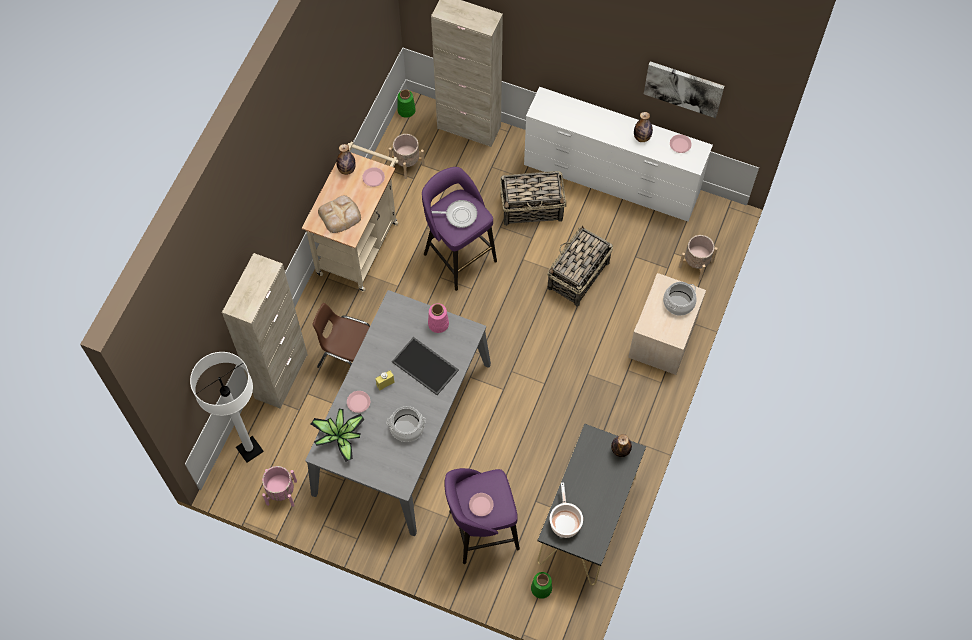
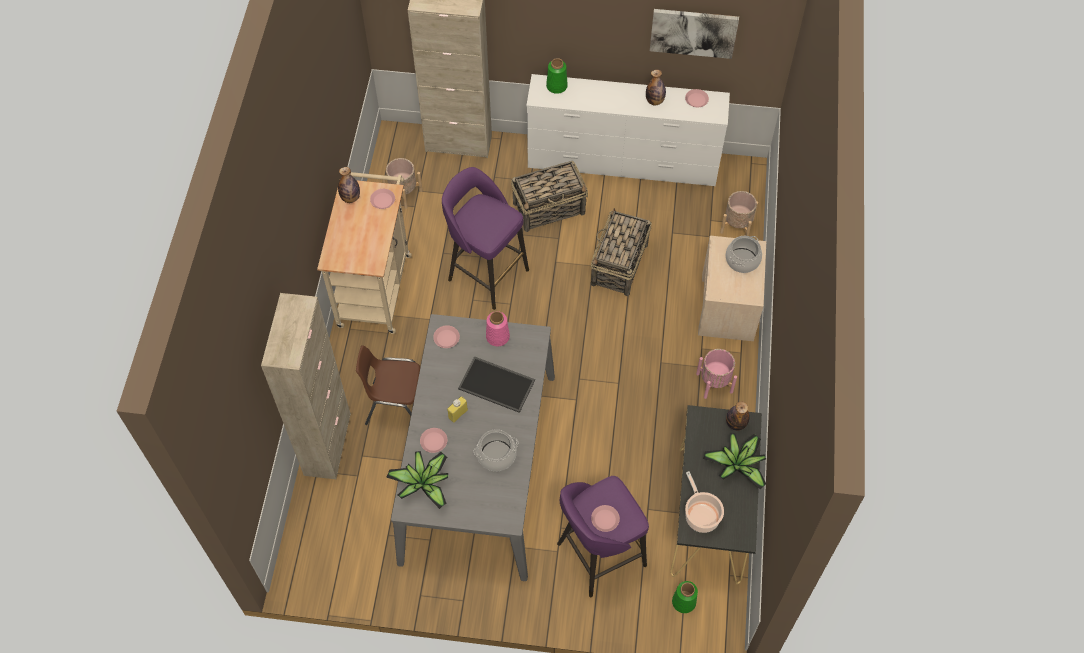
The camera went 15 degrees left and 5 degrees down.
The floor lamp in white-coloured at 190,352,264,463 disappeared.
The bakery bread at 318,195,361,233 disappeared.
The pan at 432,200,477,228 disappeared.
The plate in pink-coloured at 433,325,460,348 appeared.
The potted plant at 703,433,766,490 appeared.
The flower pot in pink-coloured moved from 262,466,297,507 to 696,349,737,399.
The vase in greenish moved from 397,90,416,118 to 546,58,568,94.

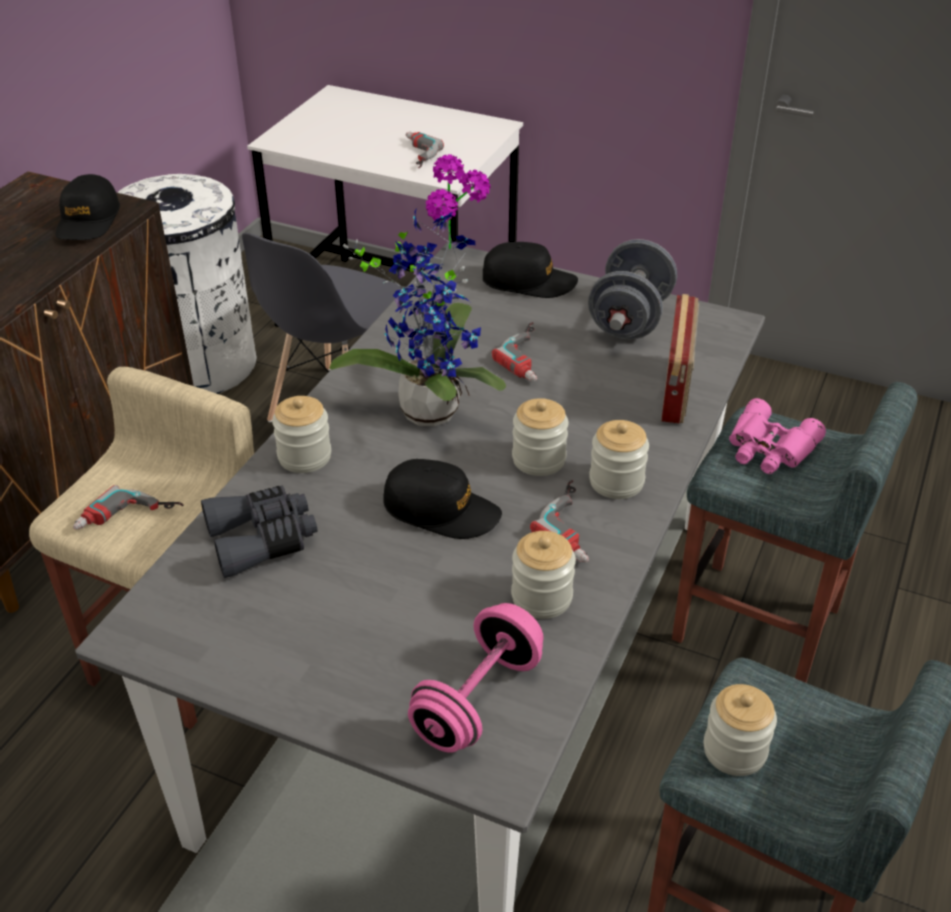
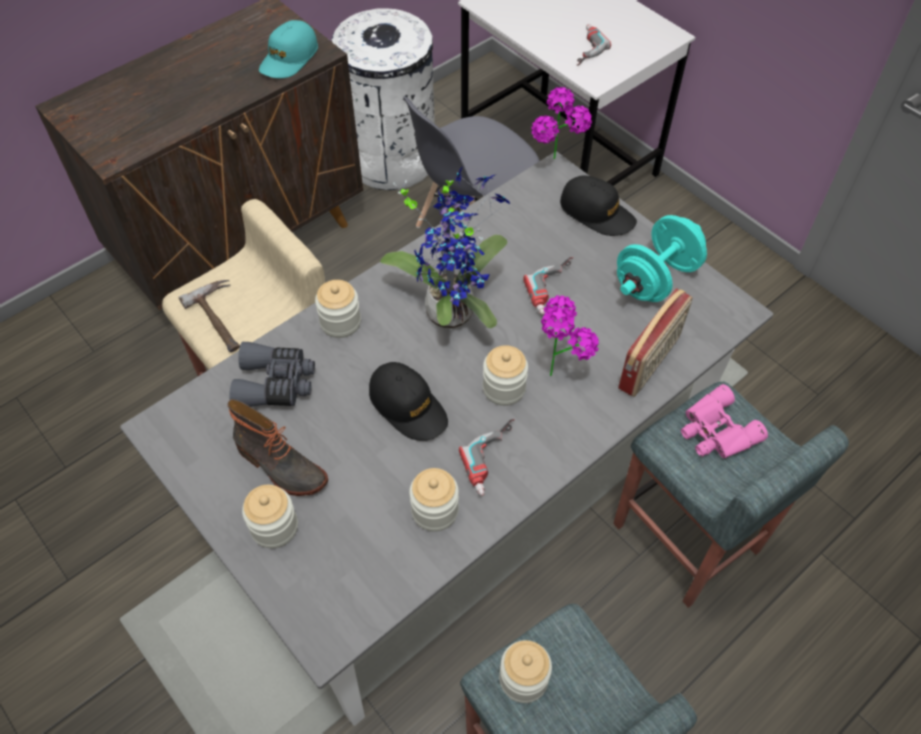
The camera went 25 degrees right and 15 degrees up.
The dumbbell in pink-coloured at 408,603,544,753 disappeared.
The high-top boot at 227,399,328,496 appeared.
The potted plant at 541,295,599,376 appeared.
The jar moved from 589,420,649,499 to 242,485,298,548.
The drill at 73,485,184,530 was replaced by the hand hammer at 179,280,240,352.
The baseball cap in black at 55,174,120,240 became the baseball cap in turquoise-coloured at 259,20,318,78.
The dumbbell in gray at 588,239,677,339 became the dumbbell in turquoise-coloured at 617,215,707,302.

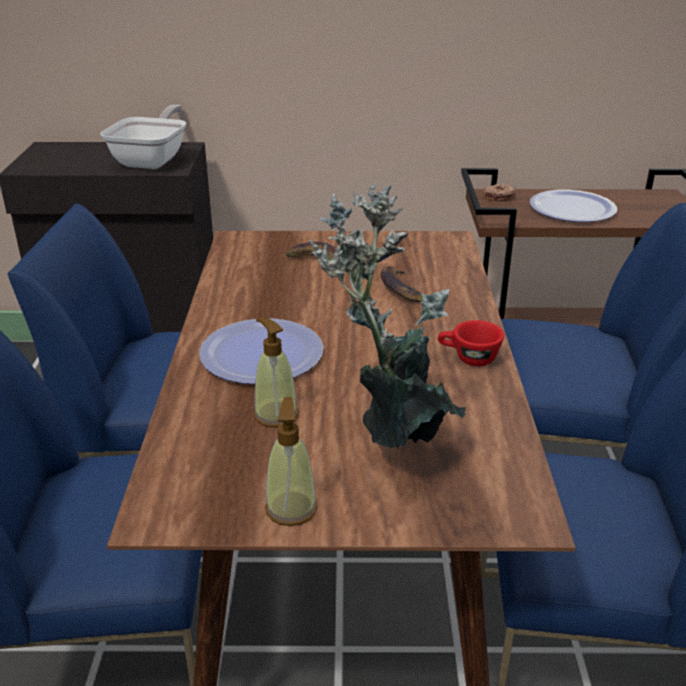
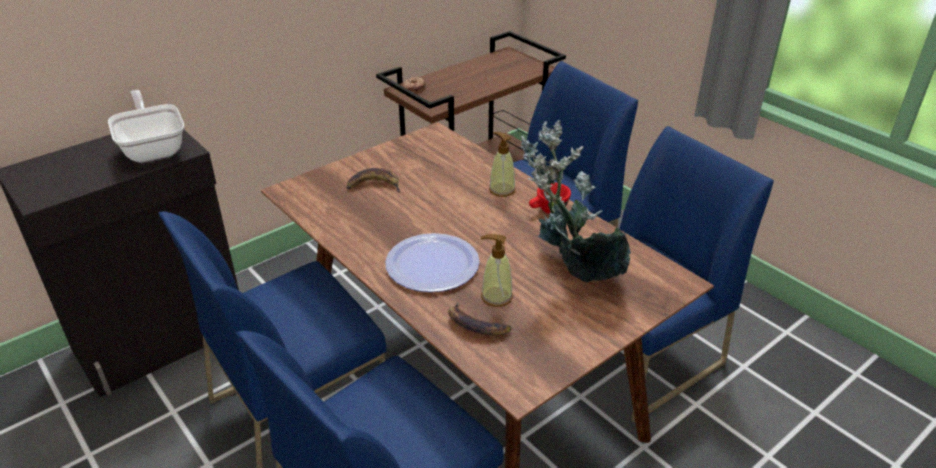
The camera went 40 degrees left and 5 degrees up.
The plate at 530,190,617,222 disappeared.
The soap dispenser moved from 265,397,317,526 to 489,132,516,197.
The banana moved from 380,266,422,302 to 448,302,511,335.

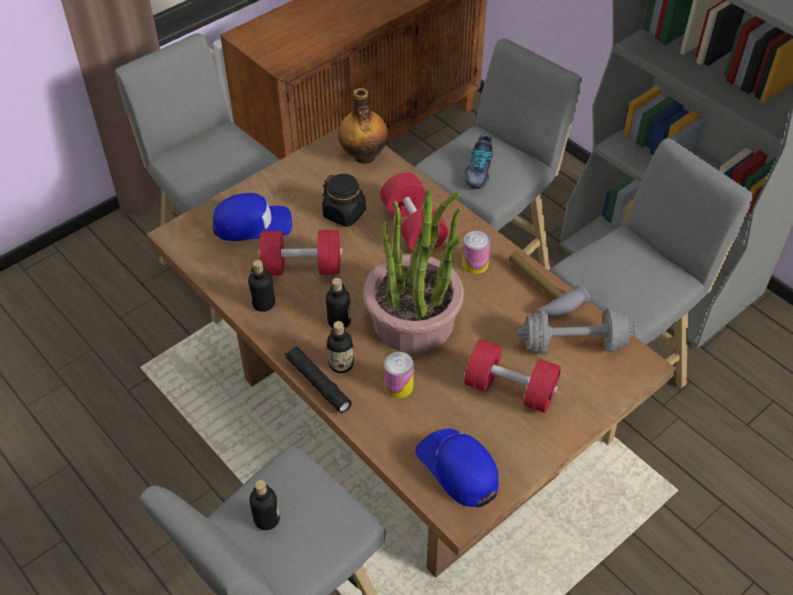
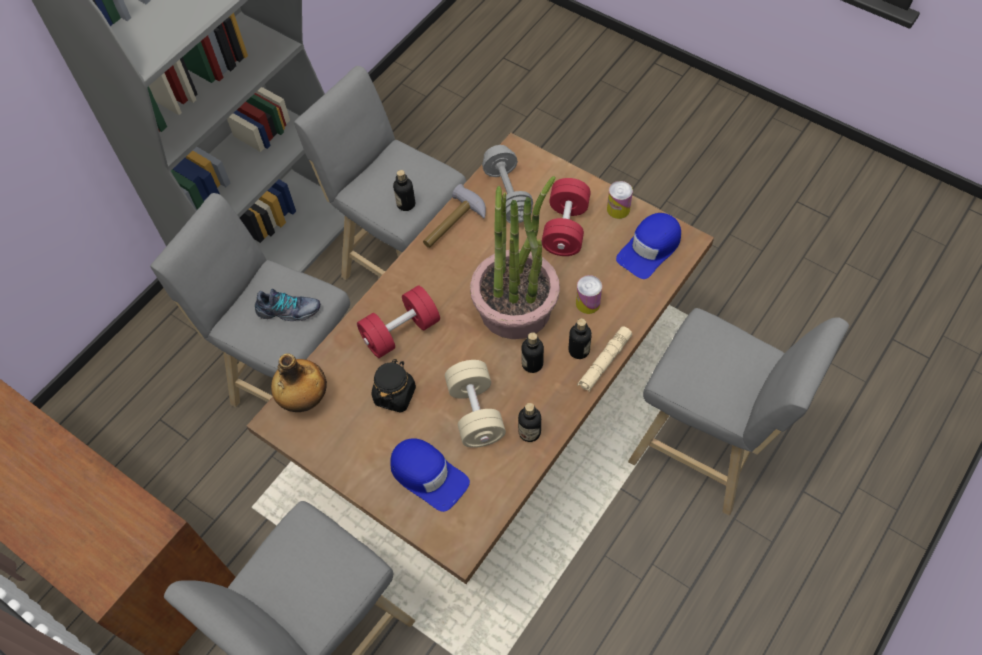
The camera went 100 degrees left and 10 degrees up.
The bottle moved from 249,480,280,530 to 393,170,415,211.
The can moved from 462,231,491,274 to 607,181,633,219.
The dumbbell in red at 258,230,342,275 became the dumbbell in beige at 445,360,506,448.
The flashlight in black at 284,346,352,413 became the flashlight in beige at 577,326,632,393.
The baseball cap in bluish at 213,193,292,241 turned 150 degrees clockwise.

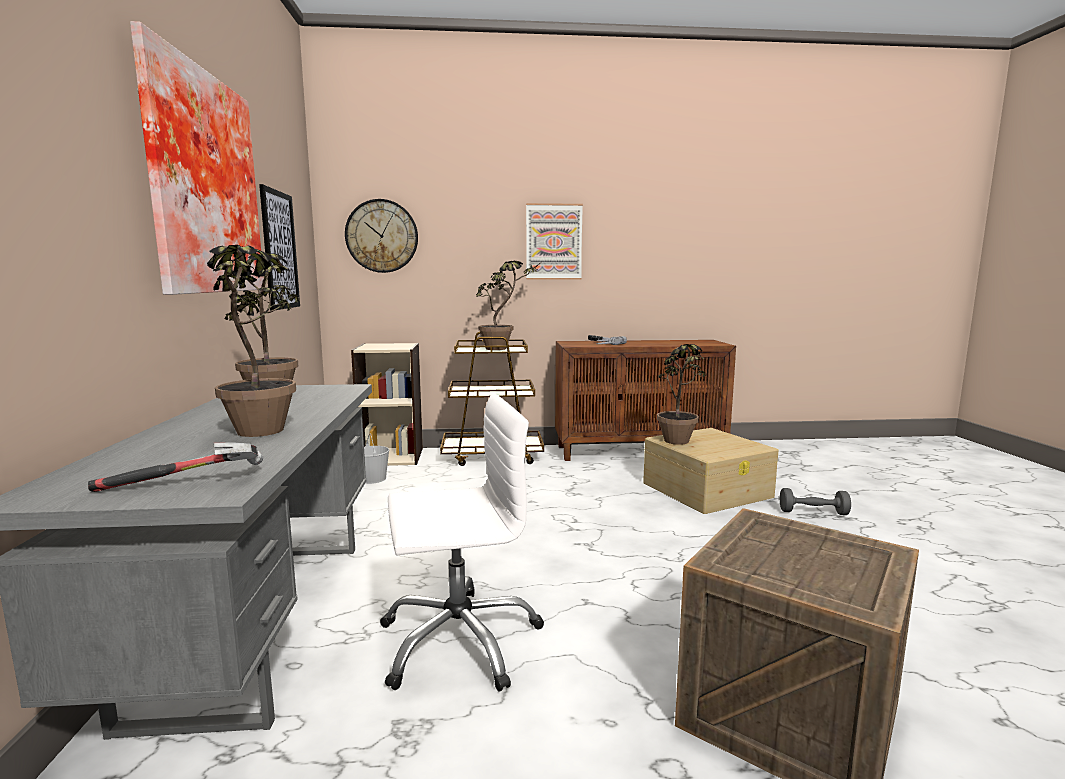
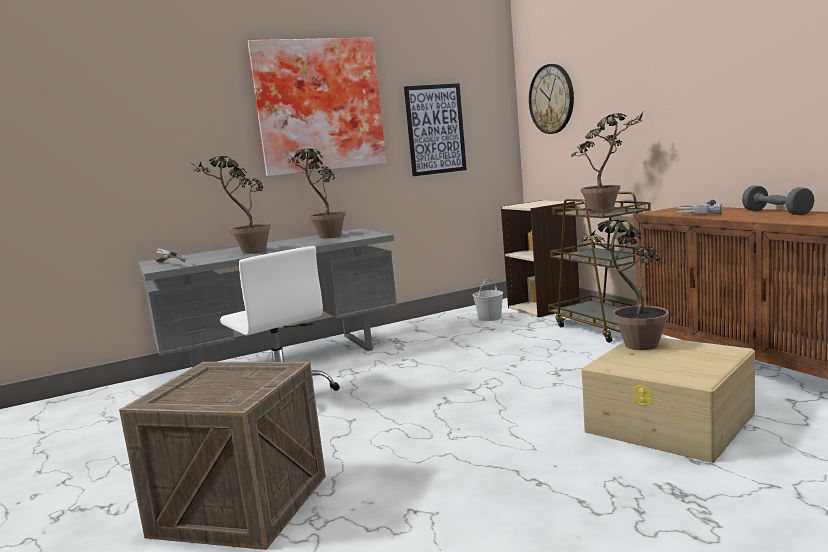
The camera went 70 degrees right and 0 degrees up.
The wall picture at 526,203,583,279 disappeared.
The dumbbell in gray moved from 780,488,851,515 to 742,185,814,215.

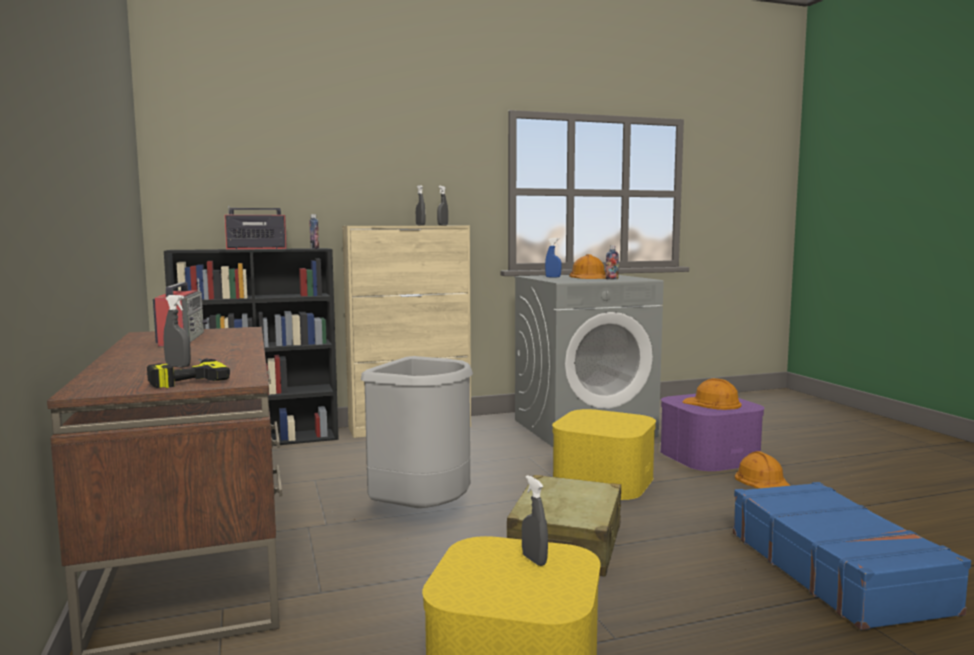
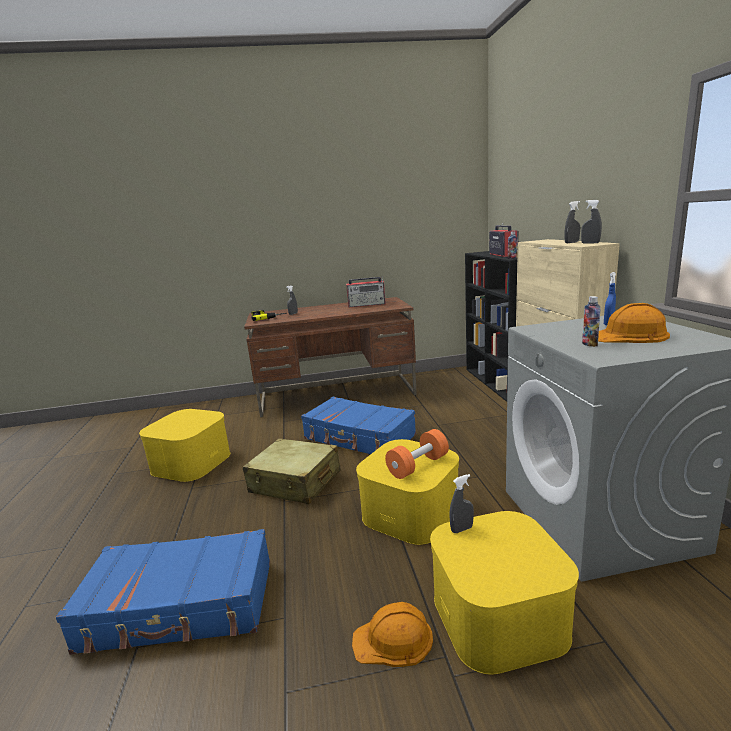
The camera went 100 degrees right and 10 degrees up.
The hard hat in orange-coloured at 683,378,741,410 disappeared.
The dumbbell in orange-coloured at 385,429,449,479 appeared.
The hand sprayer in gray moved from 522,475,548,566 to 449,474,474,533.
The trash can in gray at 361,356,473,508 was replaced by the suitcase in bluish at 301,397,416,454.
The storage box in purple at 660,394,764,471 became the storage box in yellow at 430,511,579,675.

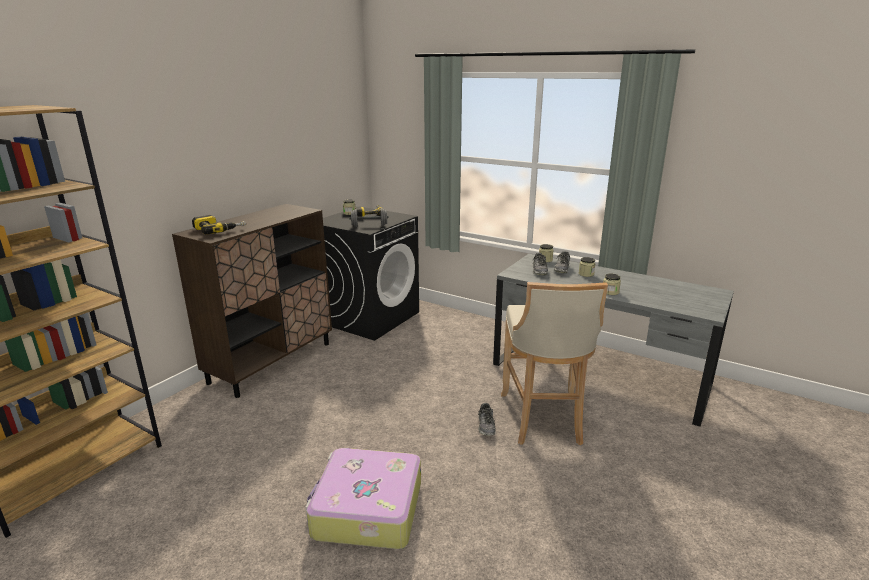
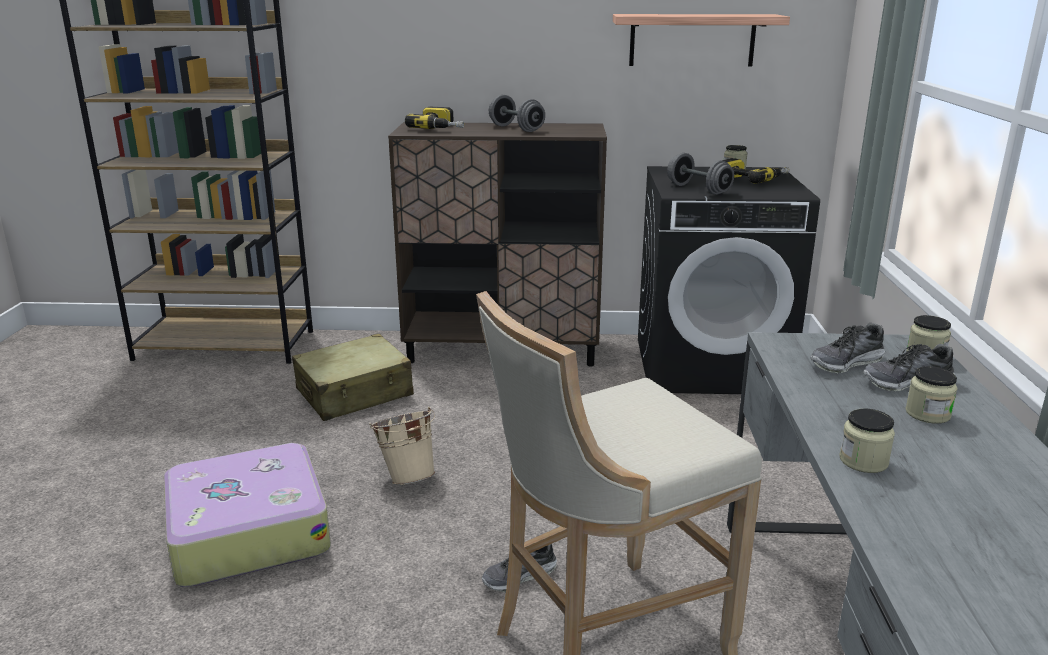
The camera went 60 degrees right and 0 degrees up.
The suitcase in beige at 292,334,414,421 appeared.
The bucket in beige at 369,407,435,485 appeared.
The dumbbell in gray at 489,95,545,132 appeared.
The bracket shelf at 613,14,790,66 appeared.

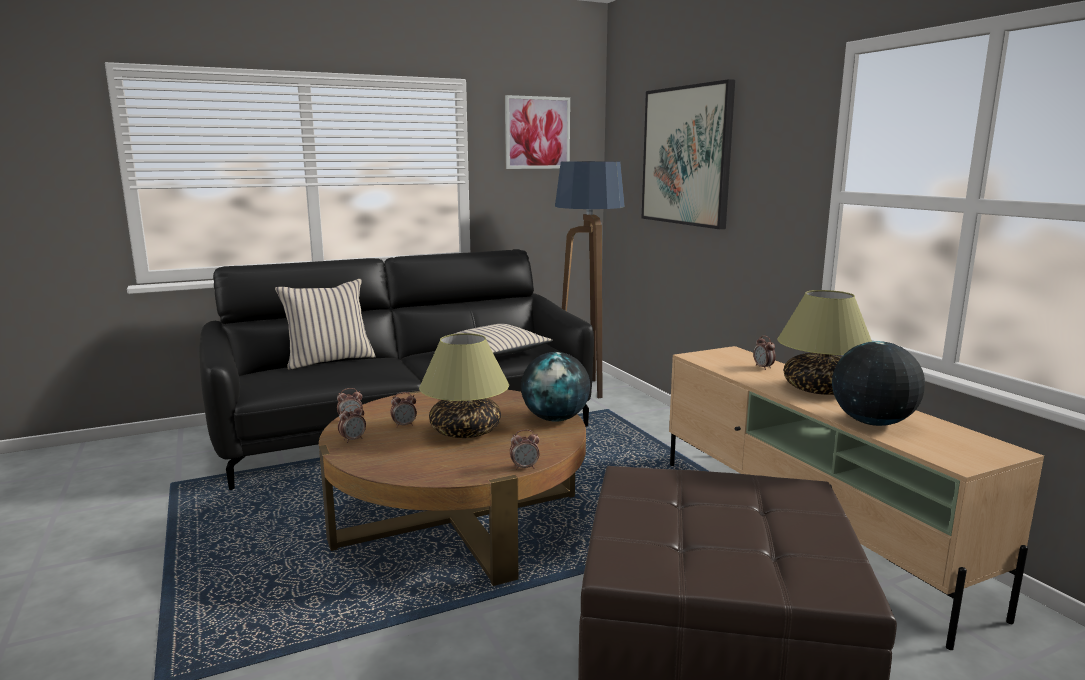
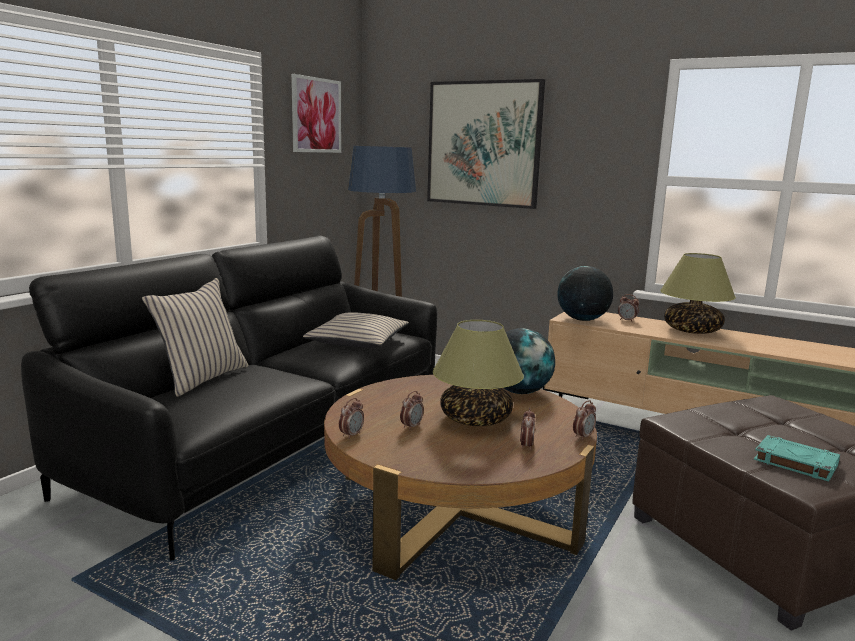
The camera went 35 degrees left and 0 degrees up.
The bound book in turquoise-coloured at 754,435,840,481 appeared.
The bedside clock moved from 338,404,366,443 to 520,408,535,450.
The world globe moved from 832,341,925,426 to 557,266,613,321.

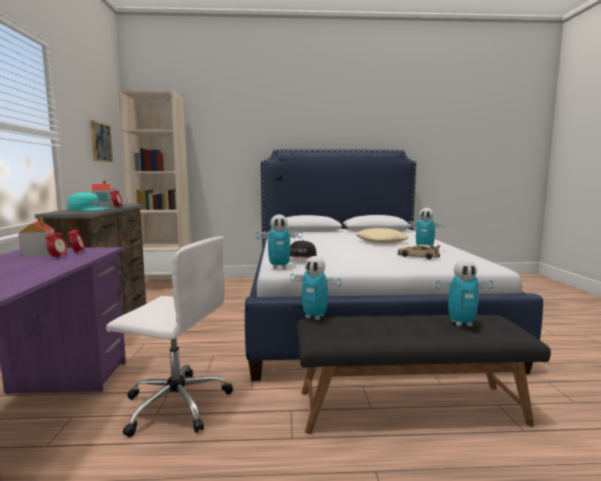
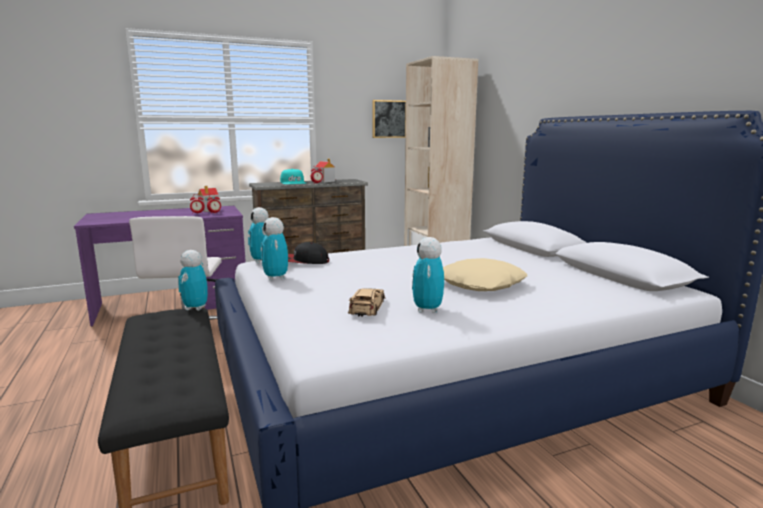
The camera went 70 degrees right and 5 degrees up.
The robot figure moved from 435,260,494,326 to 261,217,288,280.

